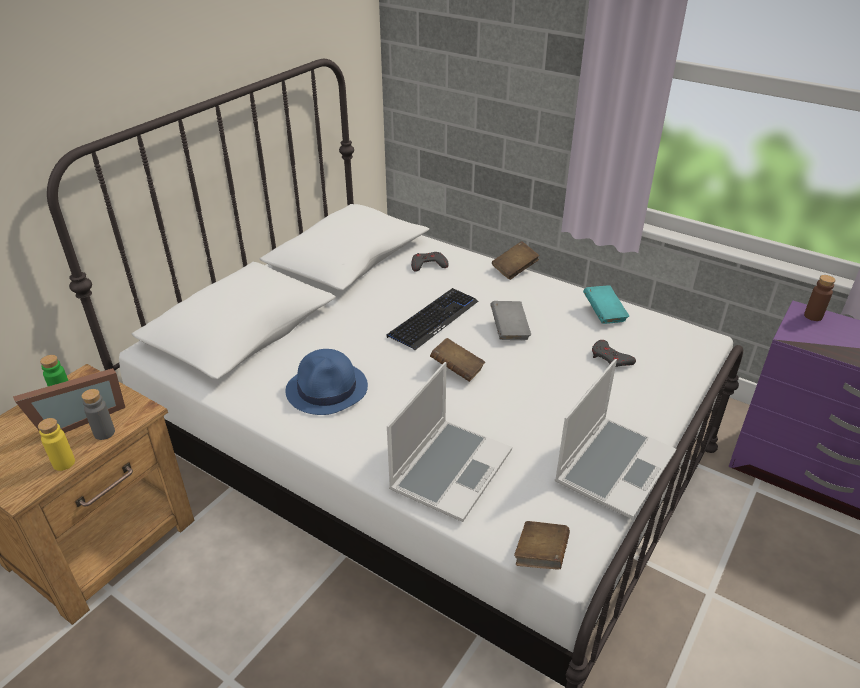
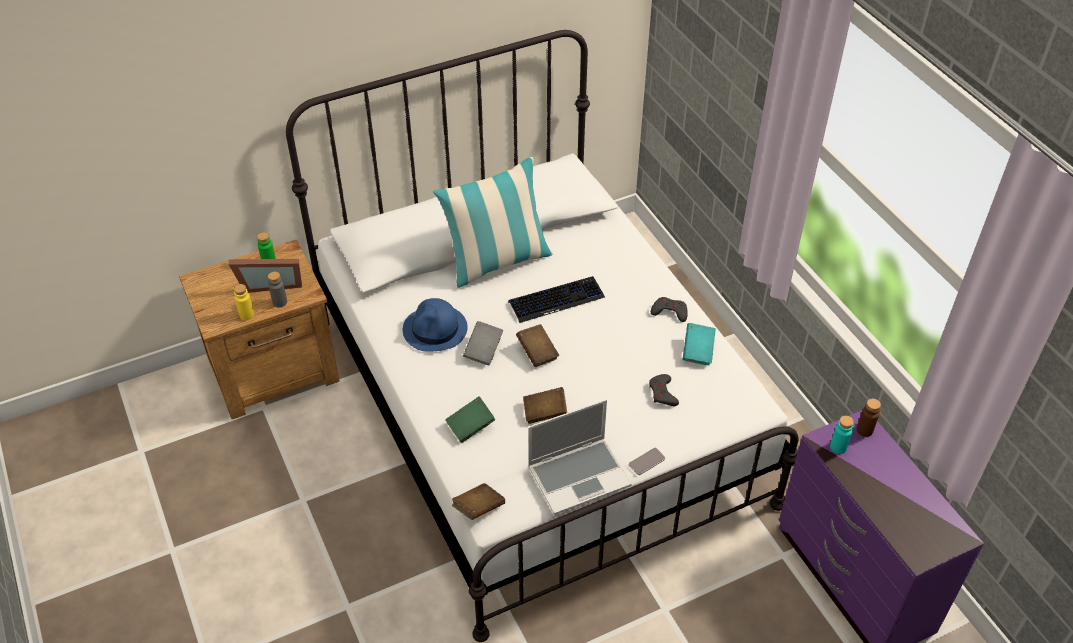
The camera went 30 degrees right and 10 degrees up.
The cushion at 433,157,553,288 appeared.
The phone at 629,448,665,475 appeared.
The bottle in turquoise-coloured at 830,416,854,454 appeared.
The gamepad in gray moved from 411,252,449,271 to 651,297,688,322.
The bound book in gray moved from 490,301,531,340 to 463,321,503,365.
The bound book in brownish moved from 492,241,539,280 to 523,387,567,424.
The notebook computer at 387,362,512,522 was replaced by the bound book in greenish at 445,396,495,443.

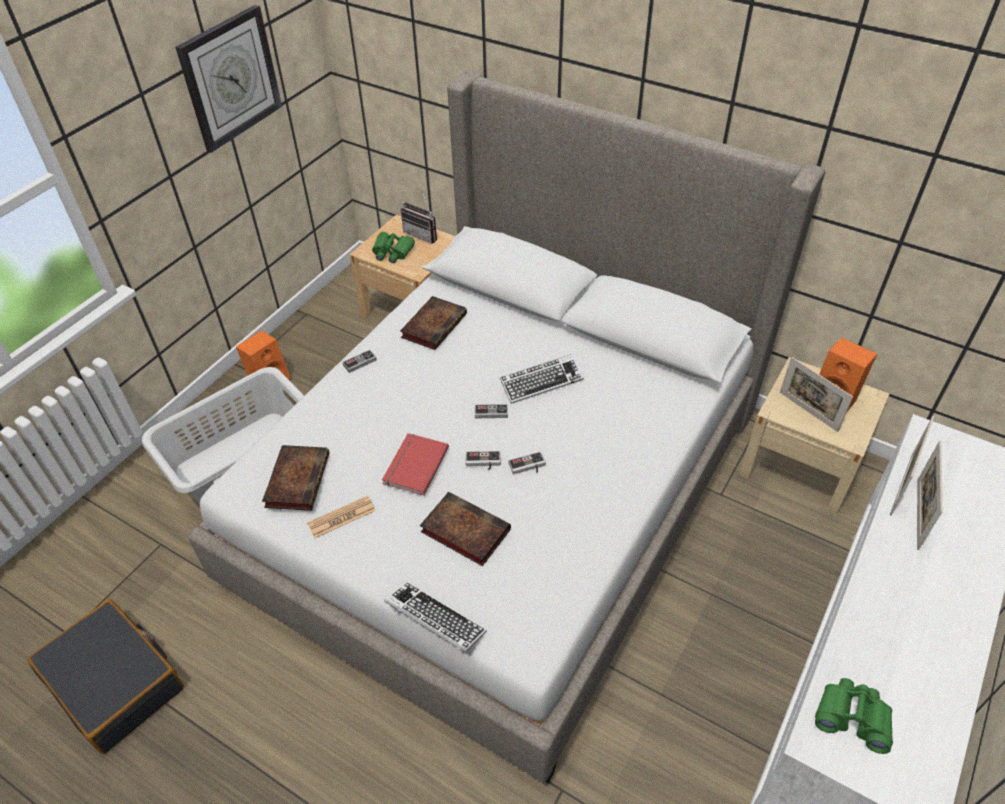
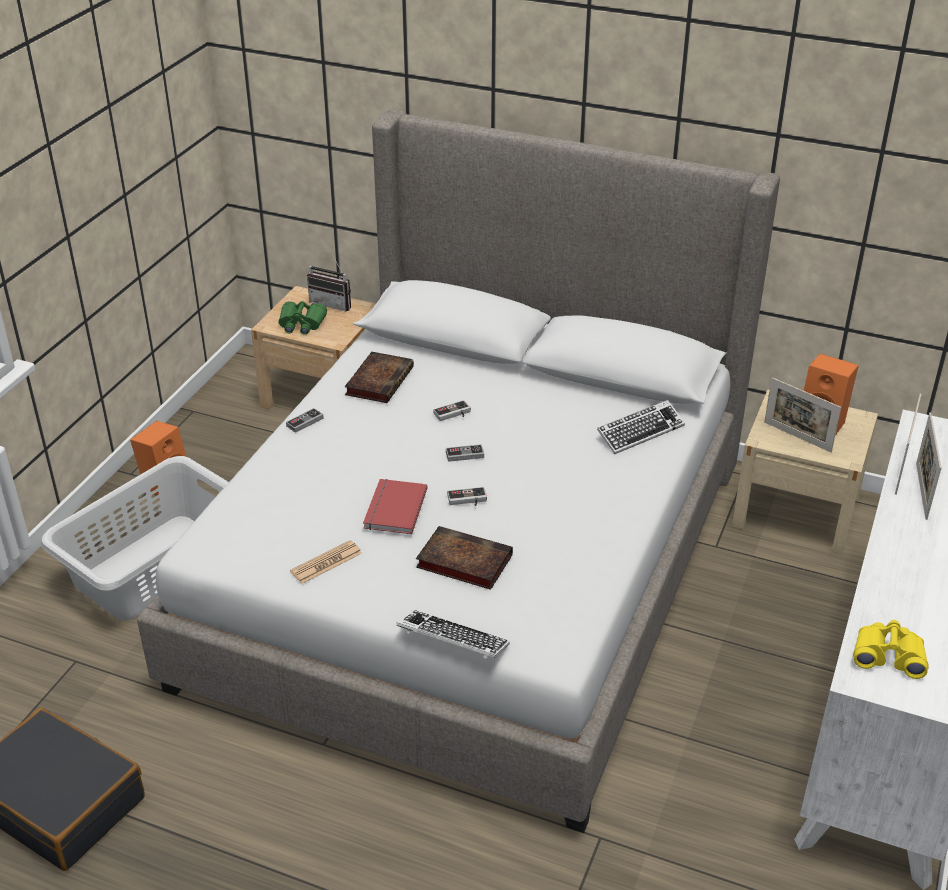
The camera went 10 degrees left and 10 degrees down.
The wall clock at 175,5,282,153 disappeared.
The bound book at 262,445,330,511 disappeared.
The keyboard moved from 500,354,584,404 to 597,400,685,454.
The gamepad moved from 508,451,546,474 to 433,400,471,421.
The pair of binoculars in greenish at 815,678,893,754 became the pair of binoculars in yellow at 853,620,929,679.

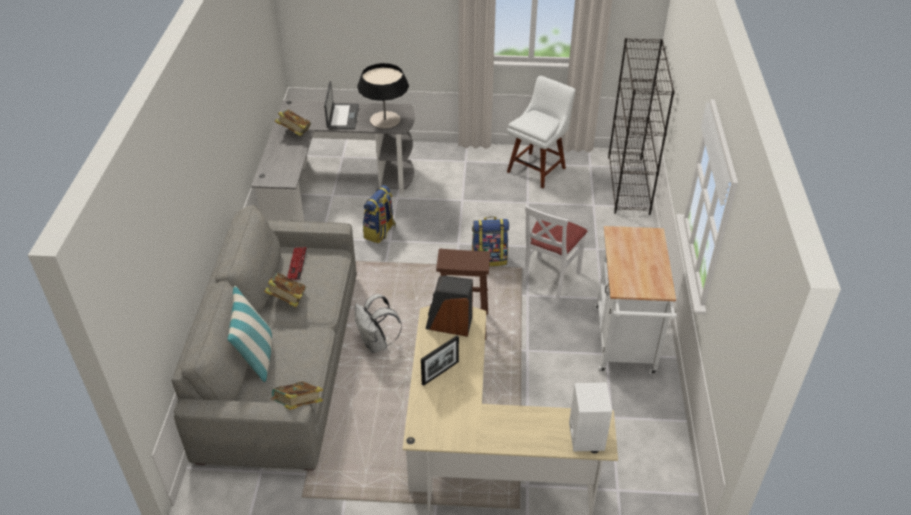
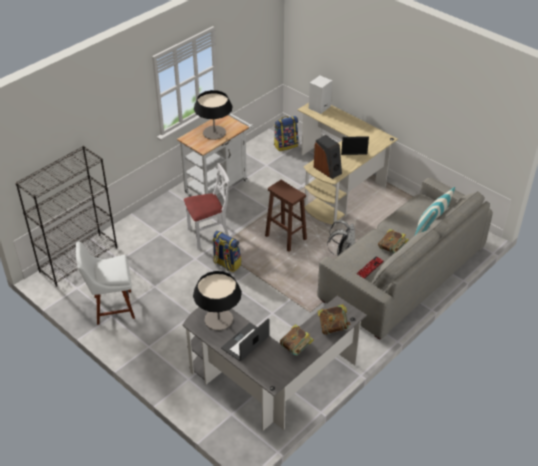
The camera went 140 degrees left and 0 degrees up.
The table lamp at 194,90,233,140 appeared.
The bound book moved from 271,381,323,410 to 318,304,351,335.
The backpack moved from 363,185,396,243 to 274,116,298,151.

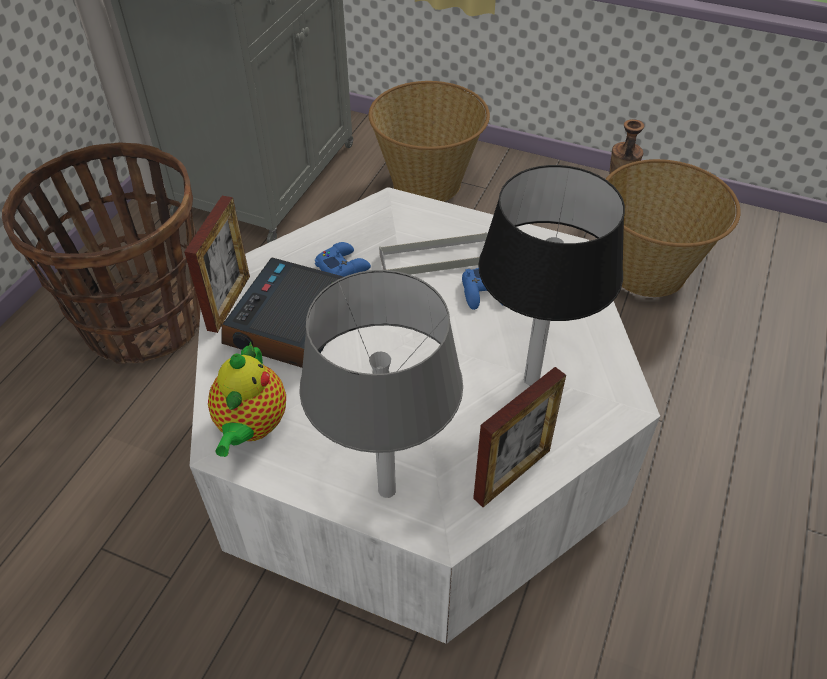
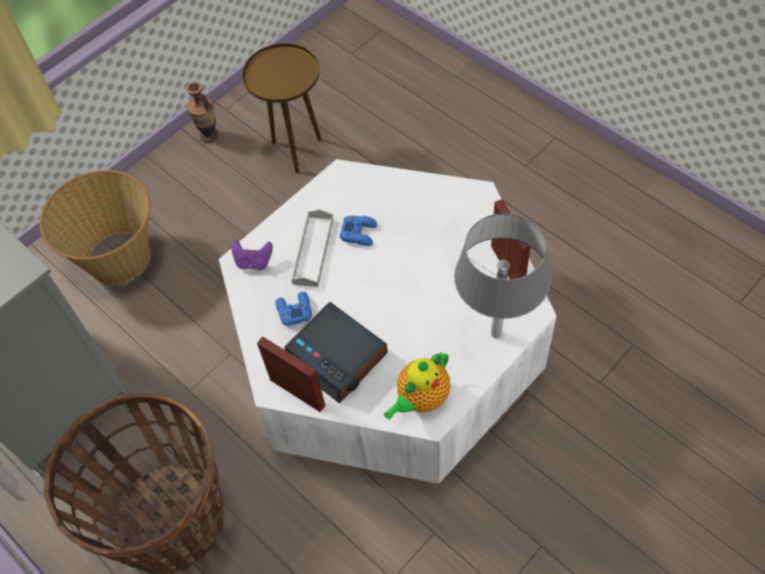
The camera went 65 degrees left and 10 degrees up.
The table lamp in black at 478,165,625,386 disappeared.
The gamepad in purple at 231,240,273,270 appeared.
The basket at 606,159,741,297 was replaced by the accent table in brownish at 242,43,322,173.
The teapot at 208,341,286,457 turned 105 degrees clockwise.

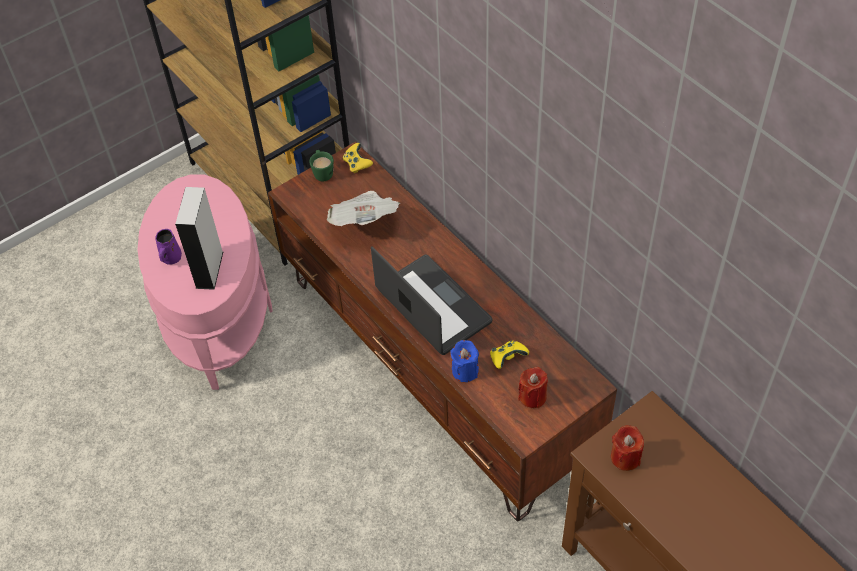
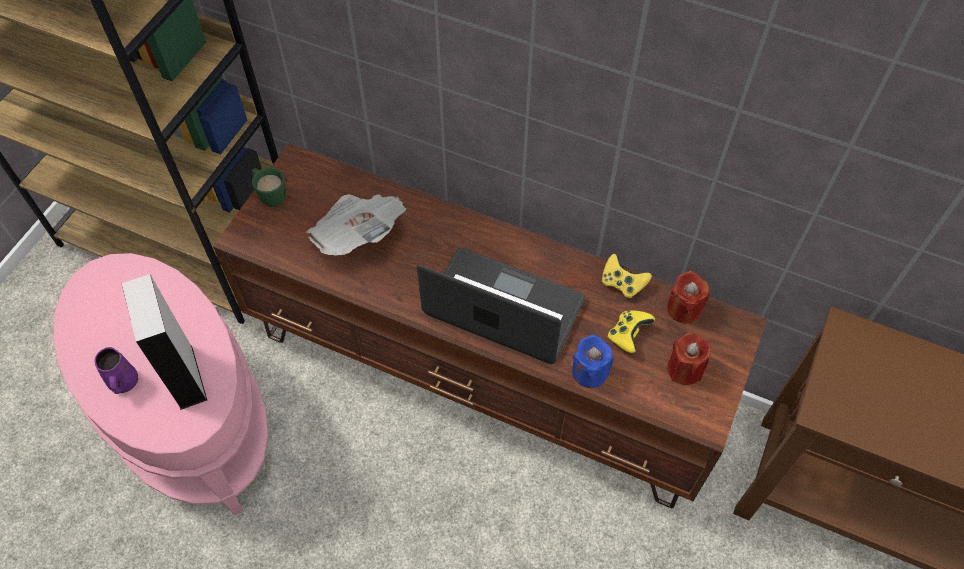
The camera went 30 degrees left and 5 degrees up.
The gamepad in yellow moved from 343,143,373,174 to 602,254,652,298.
The wax candle in red moved from 611,425,644,471 to 667,271,710,324.

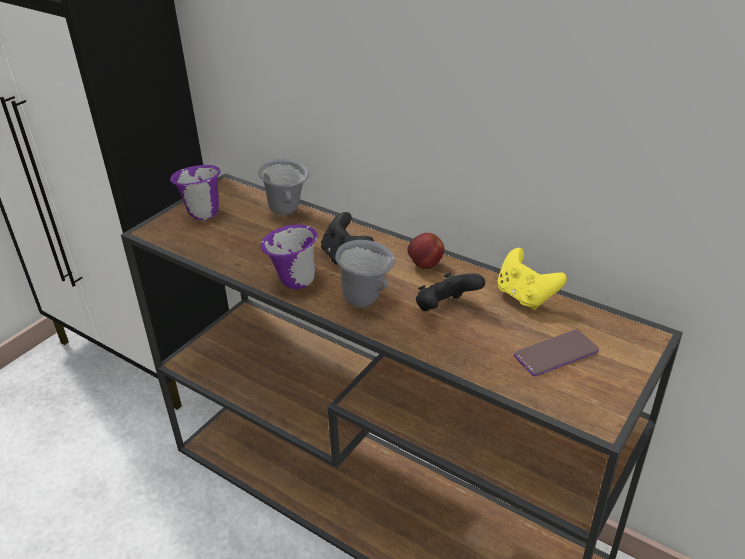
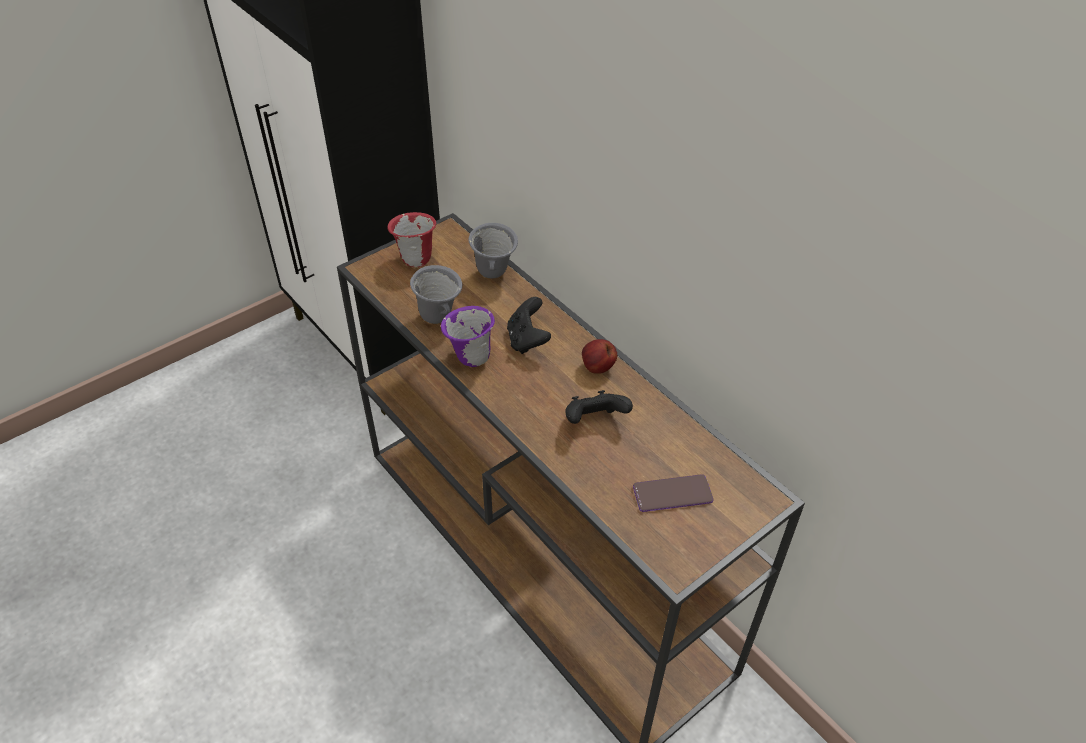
The camera went 15 degrees right and 10 degrees up.
The gamepad in yellow at 498,248,567,310 disappeared.
The coffee mug in gray moved from 335,240,395,307 to 410,265,462,324.
The coffee mug in purple at 170,165,221,220 became the coffee mug in red at 387,212,436,267.

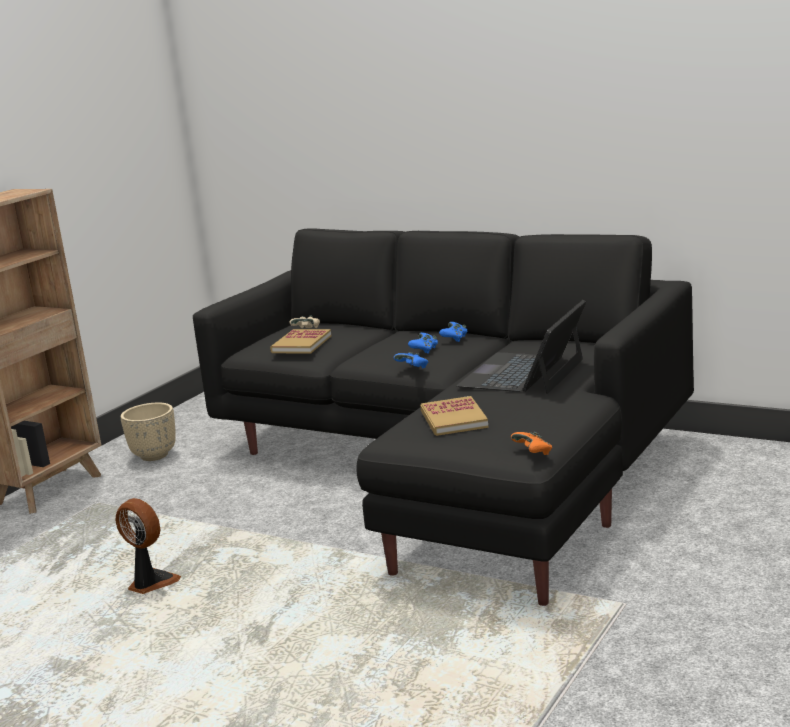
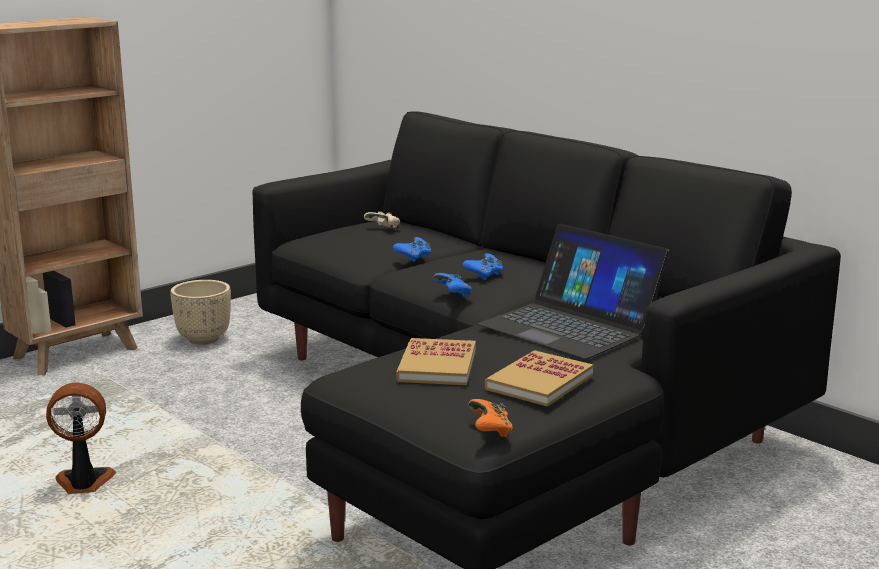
The camera went 15 degrees right and 0 degrees up.
The bound book moved from 270,329,331,354 to 485,350,593,406.
The gamepad in bluish moved from 439,322,468,342 to 393,237,432,262.
The electric fan at 116,498,181,594 turned 60 degrees counterclockwise.
The notebook computer at 456,300,586,394 turned 90 degrees counterclockwise.

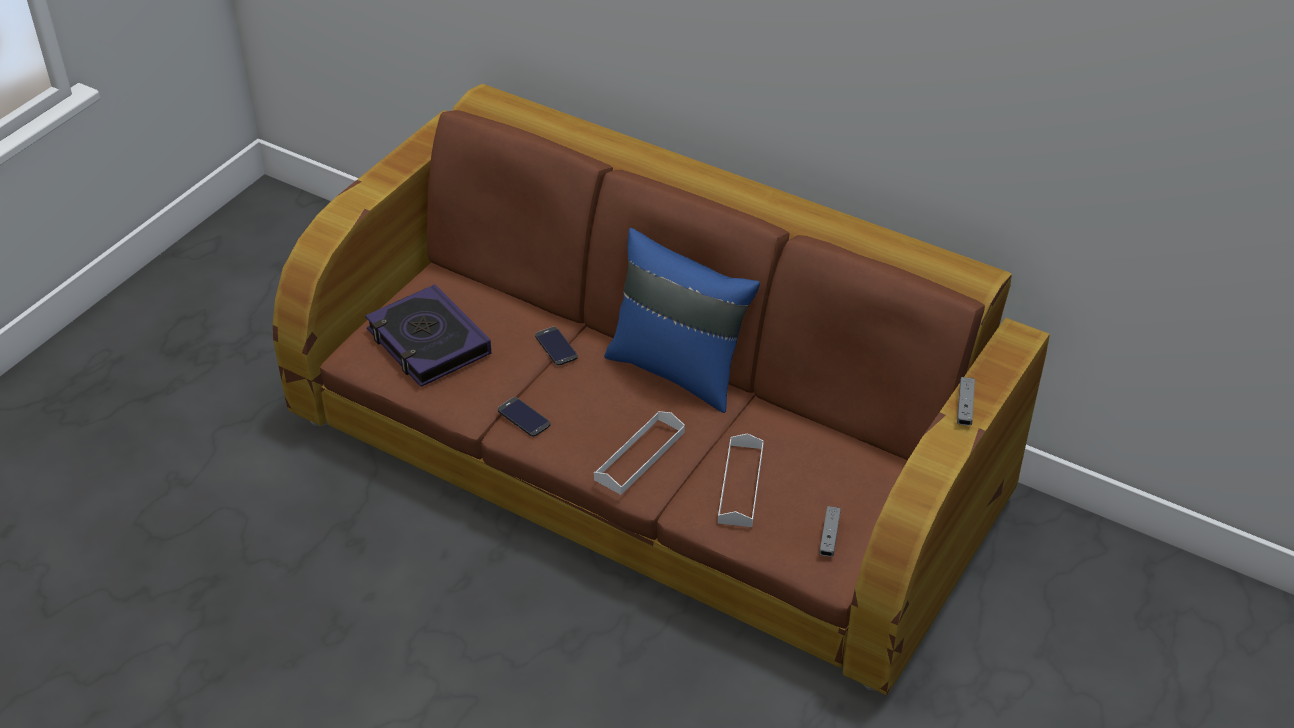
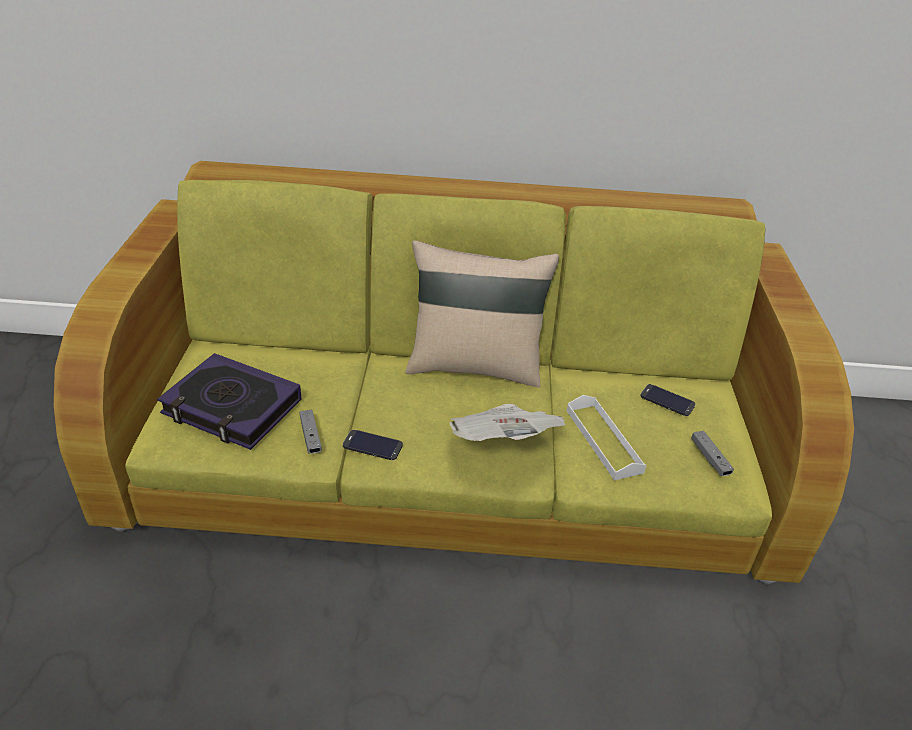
The camera went 30 degrees left and 5 degrees down.
The phone moved from 535,327,578,365 to 640,384,695,416.
The gamepad in gray moved from 957,377,975,426 to 299,410,322,454.
The serving tray in white-coloured at 594,411,685,495 was replaced by the printed paper at 449,404,566,441.
The sofa in brownish at 273,84,1050,695 became the sofa in greenish at 54,161,854,585.
The cushion in bluish at 604,228,760,413 became the cushion in beige at 405,240,559,388.

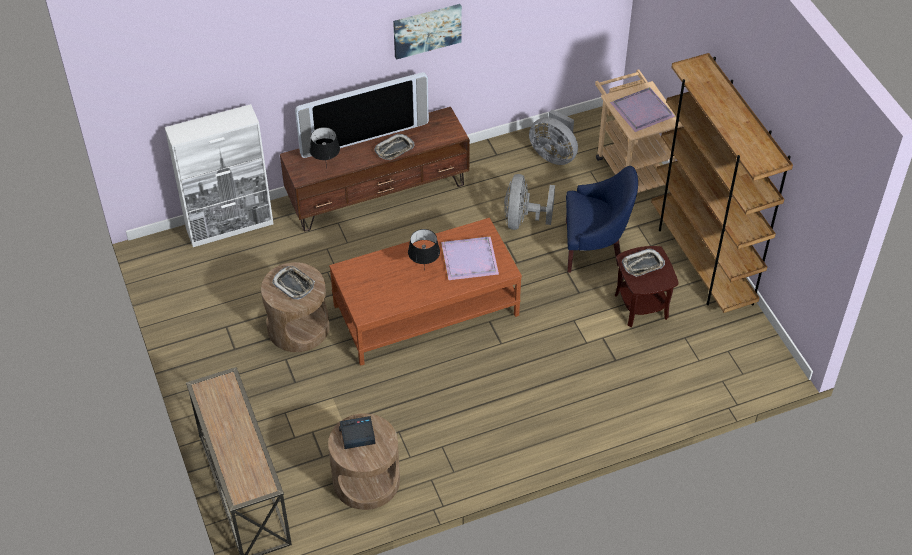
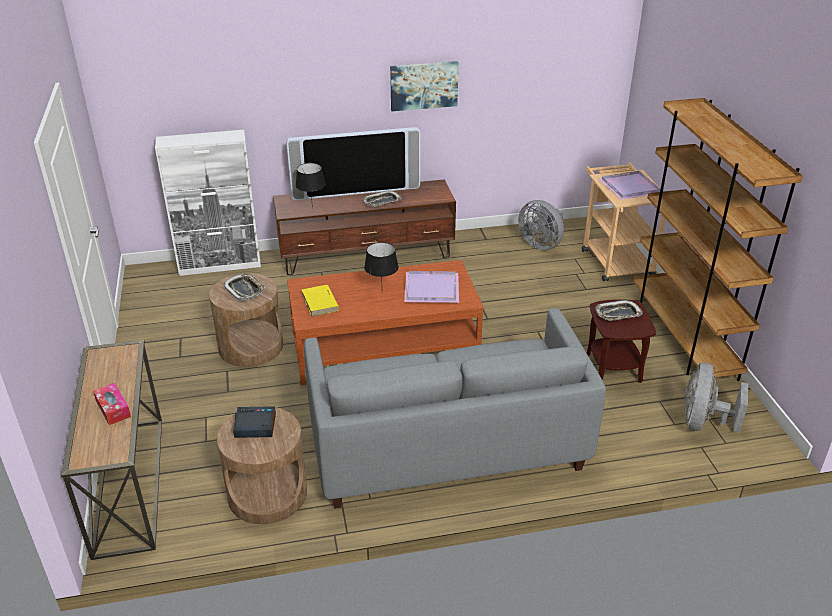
The camera went 10 degrees right and 15 degrees down.
The easy chair in bluish at 566,166,638,272 disappeared.
The tissue box at 93,383,131,425 appeared.
The bound book in yellow at 302,285,339,317 appeared.
The sofa in gray at 304,308,606,509 appeared.
The electric fan in gray moved from 504,174,555,230 to 684,363,748,432.

